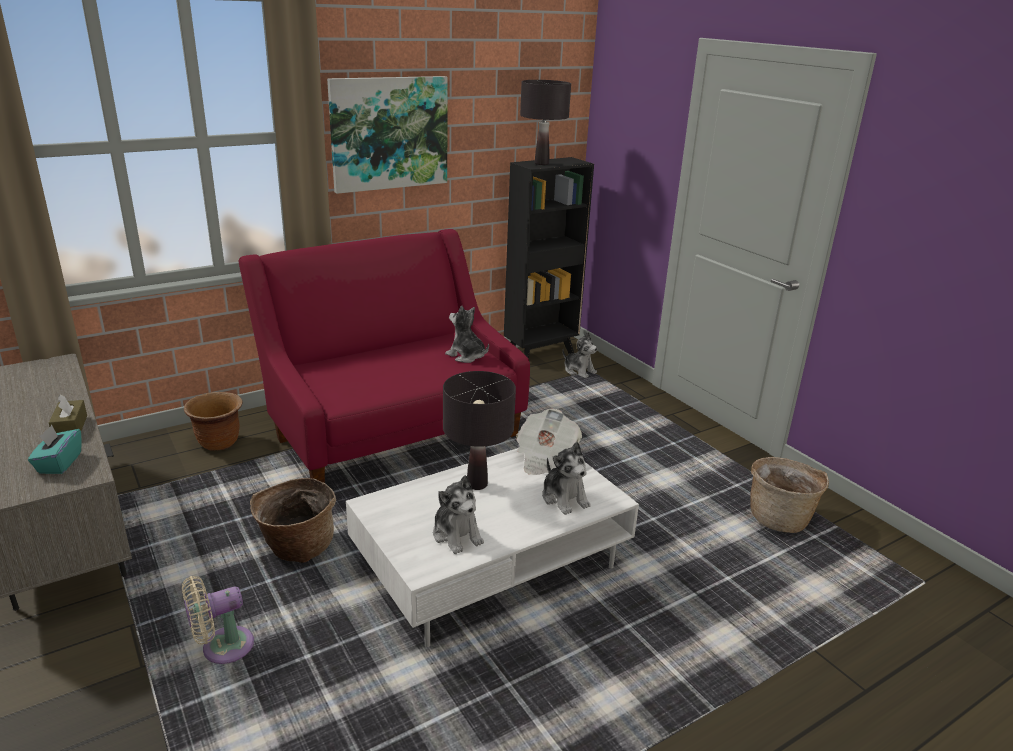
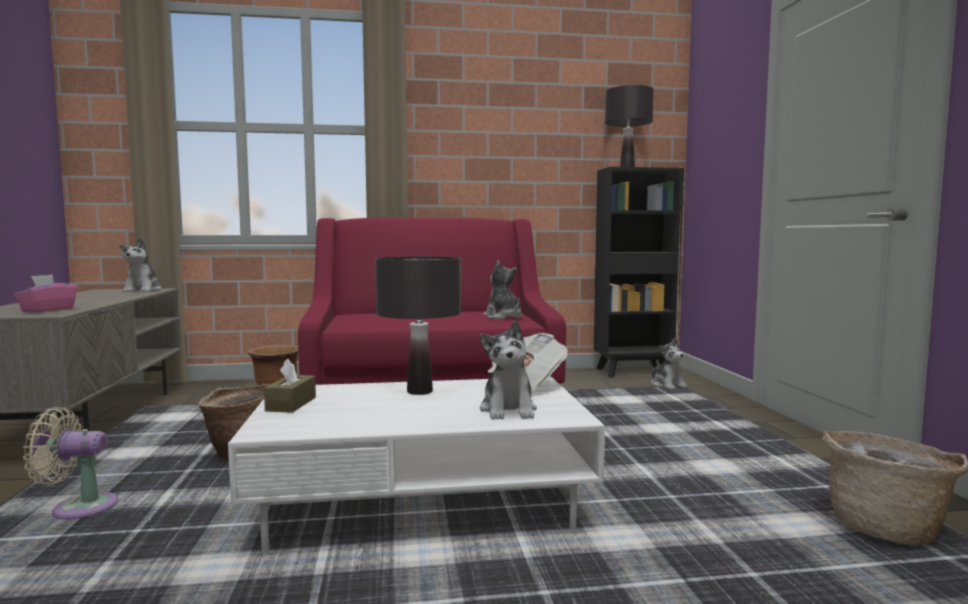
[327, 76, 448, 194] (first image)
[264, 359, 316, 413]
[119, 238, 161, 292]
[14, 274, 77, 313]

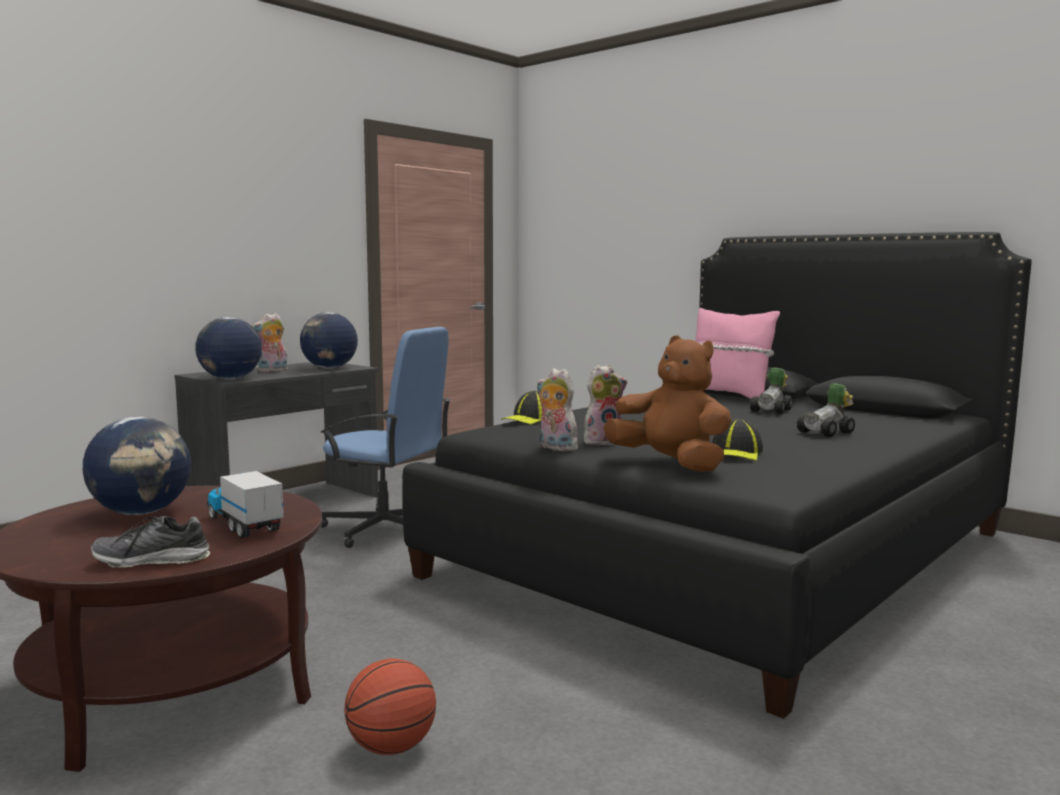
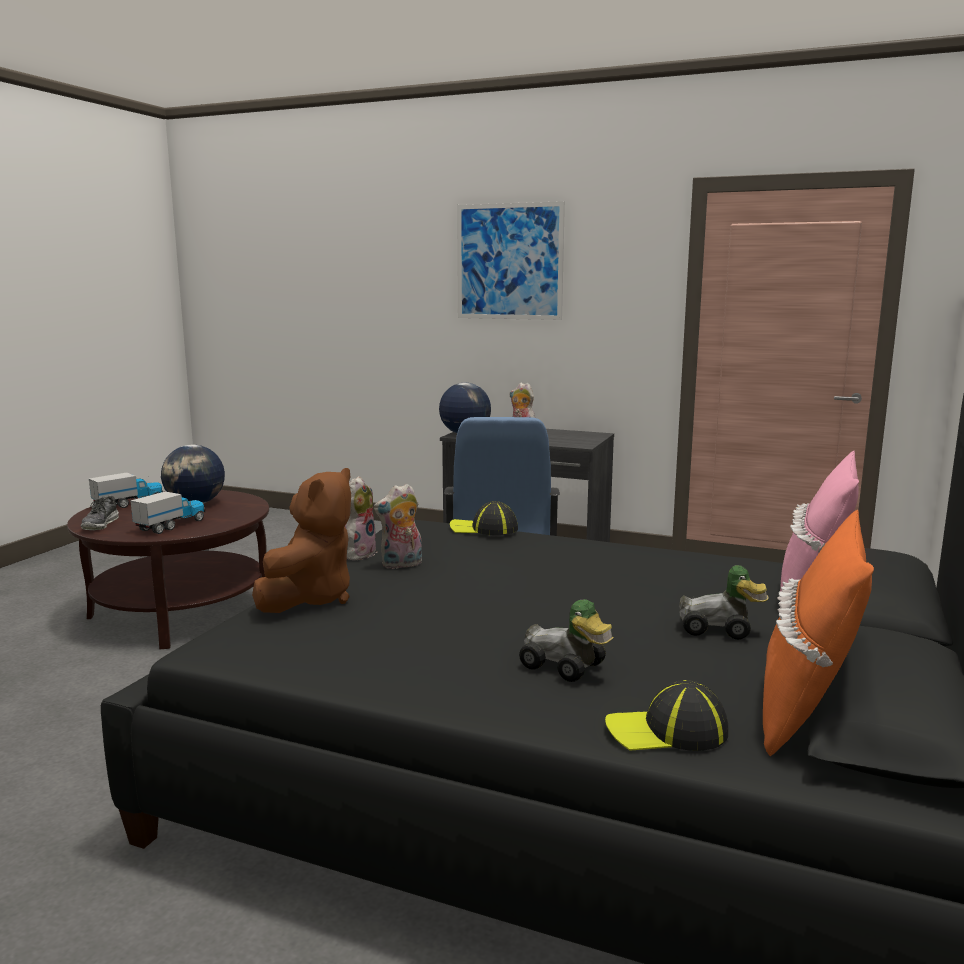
[300, 312, 358, 369] (first image)
[344, 658, 436, 755] (first image)
[89, 473, 164, 508]
[457, 201, 565, 320]
[763, 510, 874, 756]
[605, 680, 728, 751]
[81, 496, 119, 530]
[373, 484, 422, 569]

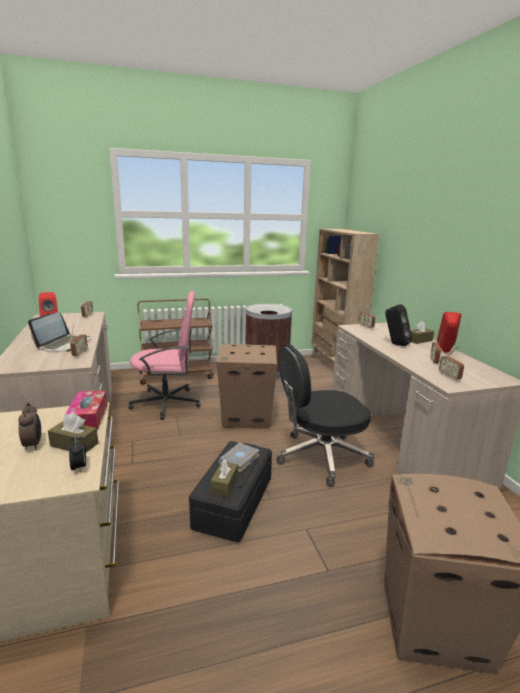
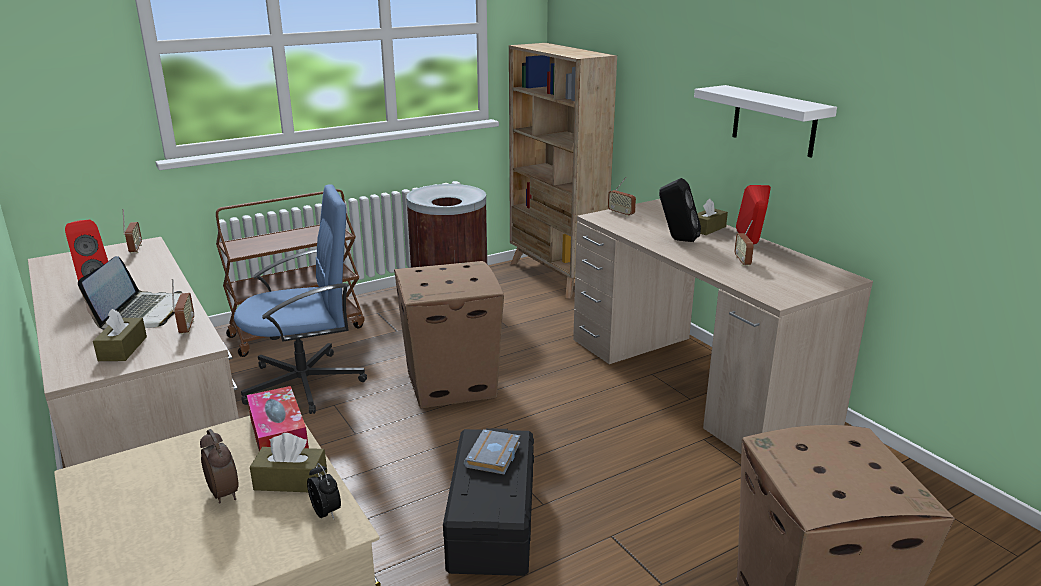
[277, 344, 374, 487] (first image)
[439, 346, 464, 381] (first image)
[694, 85, 837, 157]
[93, 309, 147, 361]
[234, 184, 367, 414]

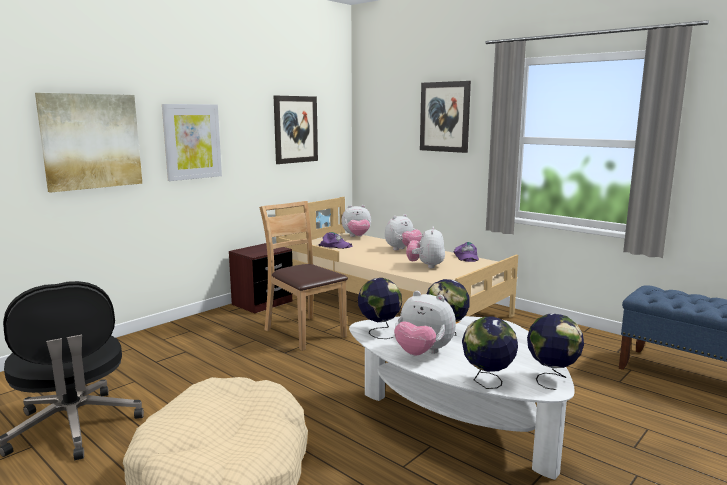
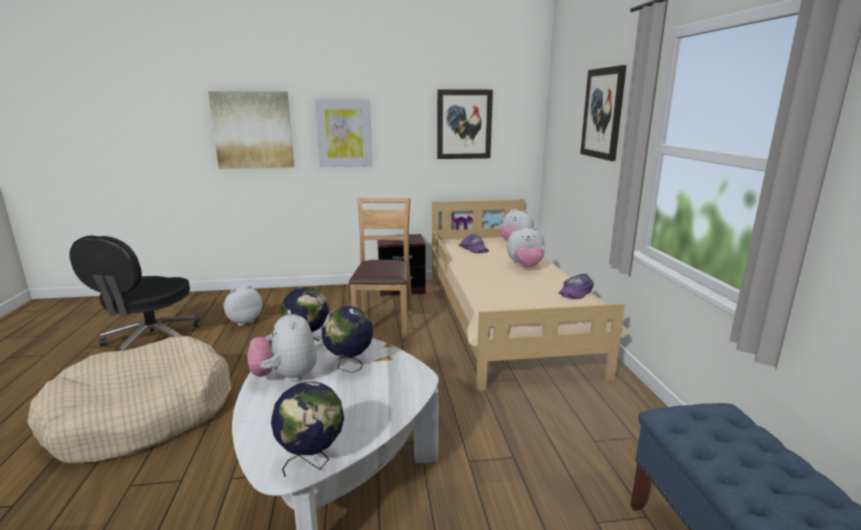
[462, 316, 518, 389] (first image)
[223, 285, 262, 326]

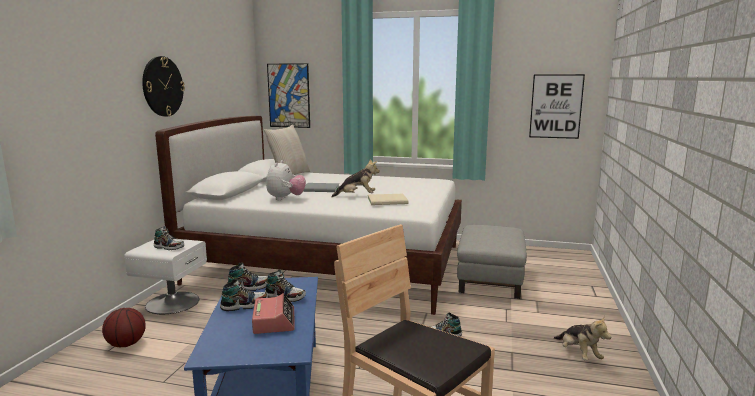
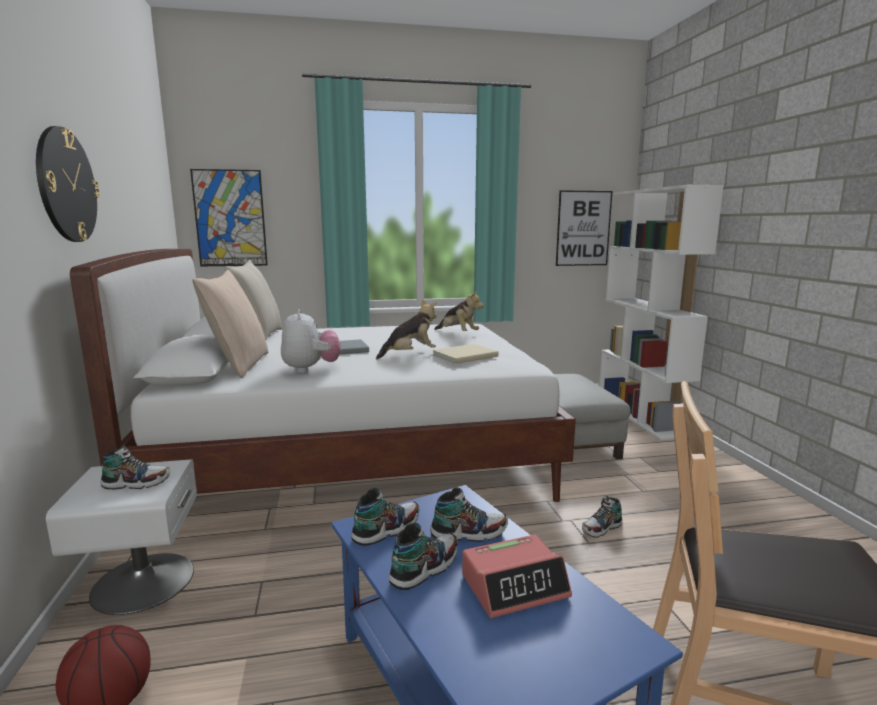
[192, 270, 268, 378]
[599, 185, 724, 440]
[434, 292, 484, 331]
[462, 535, 572, 618]

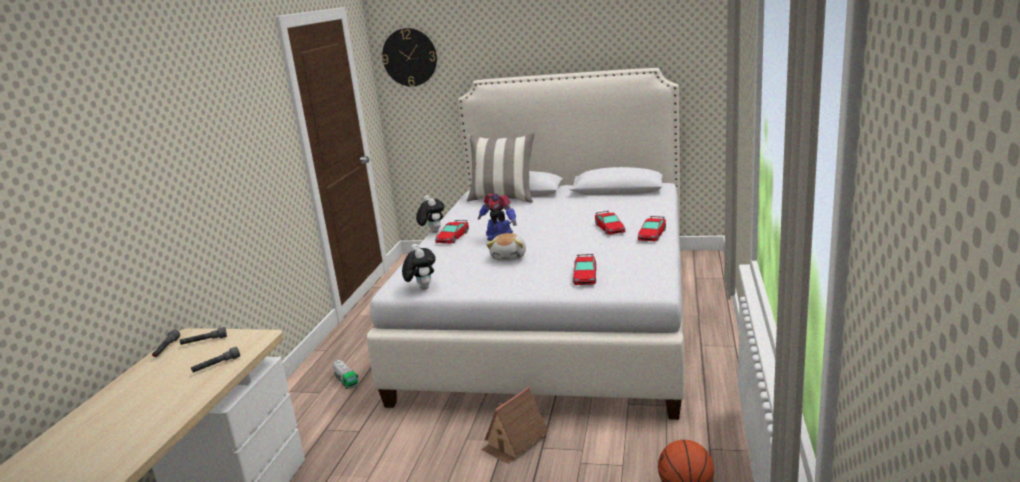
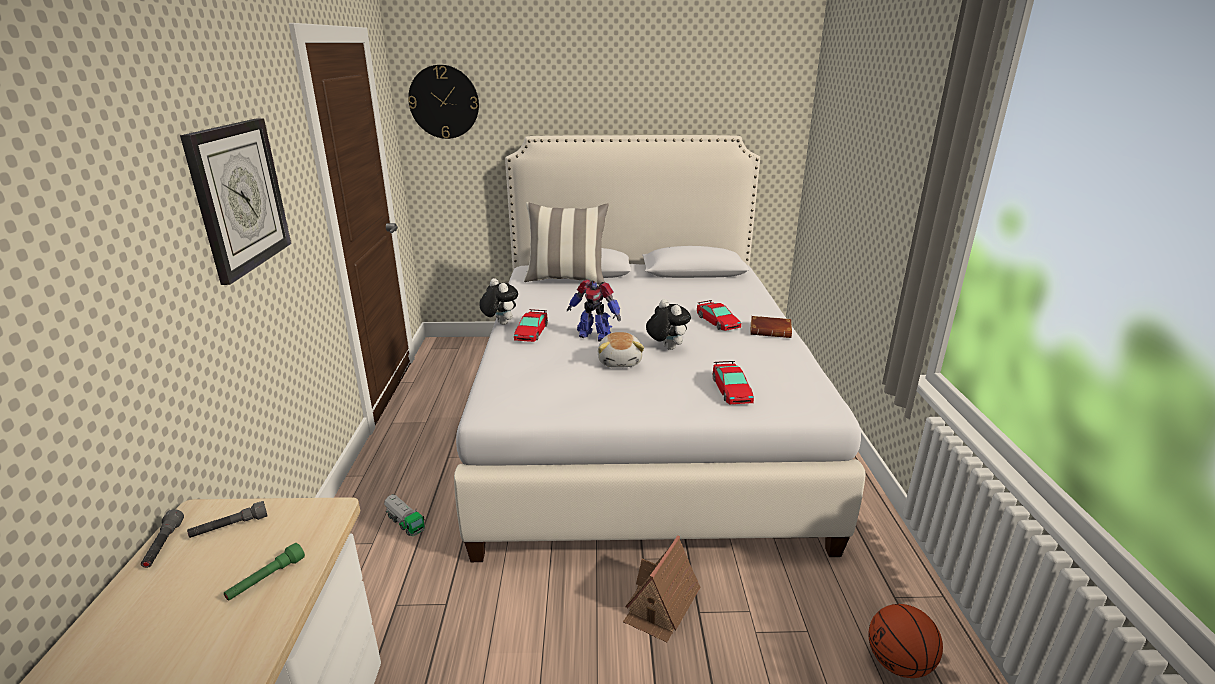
[180, 118, 291, 285]
[646, 299, 691, 350]
[750, 316, 792, 338]
[224, 543, 305, 601]

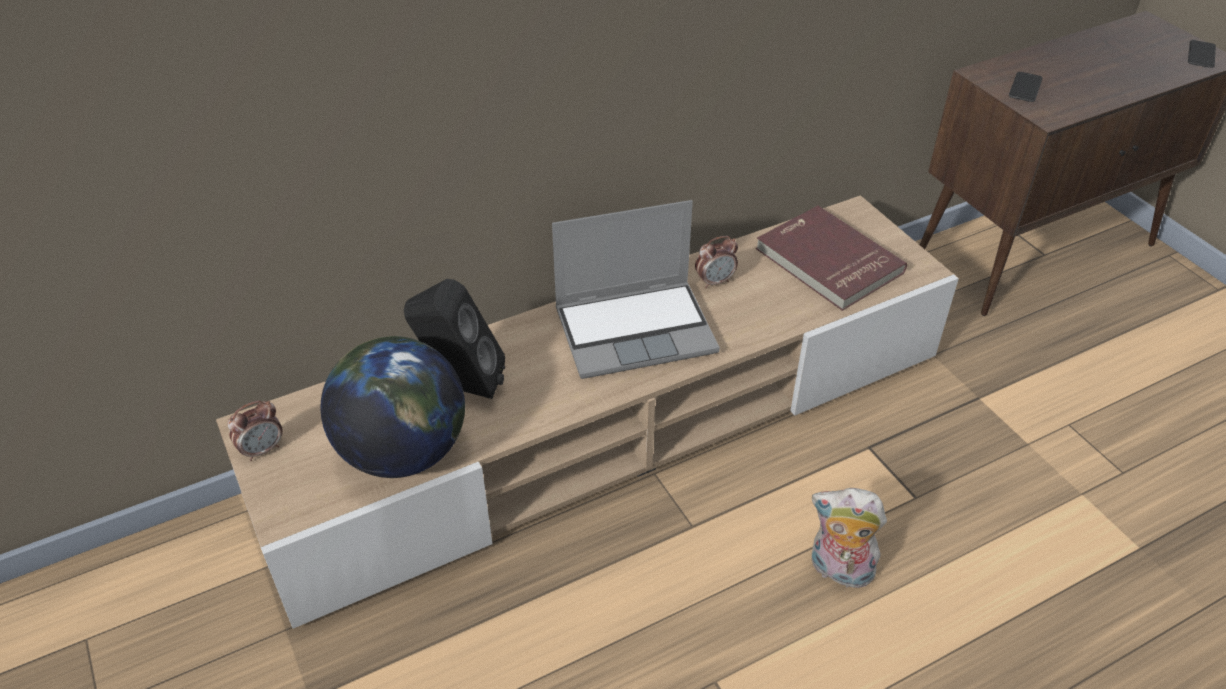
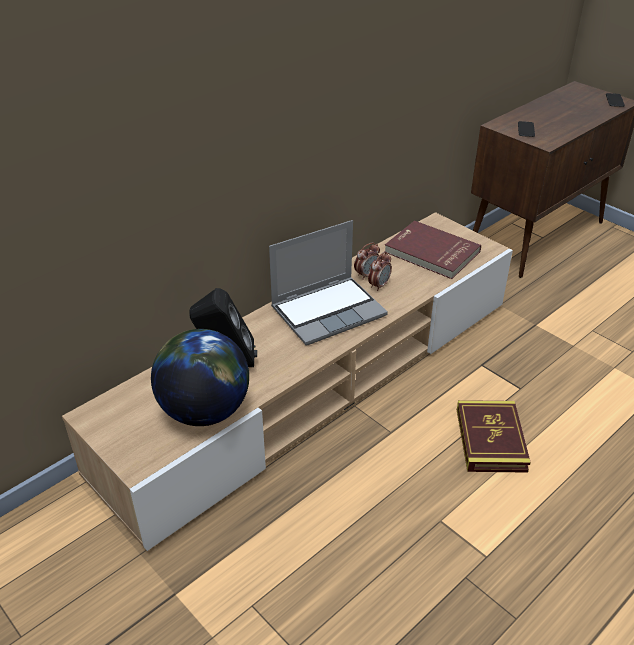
[368, 252, 392, 291]
[457, 400, 531, 473]

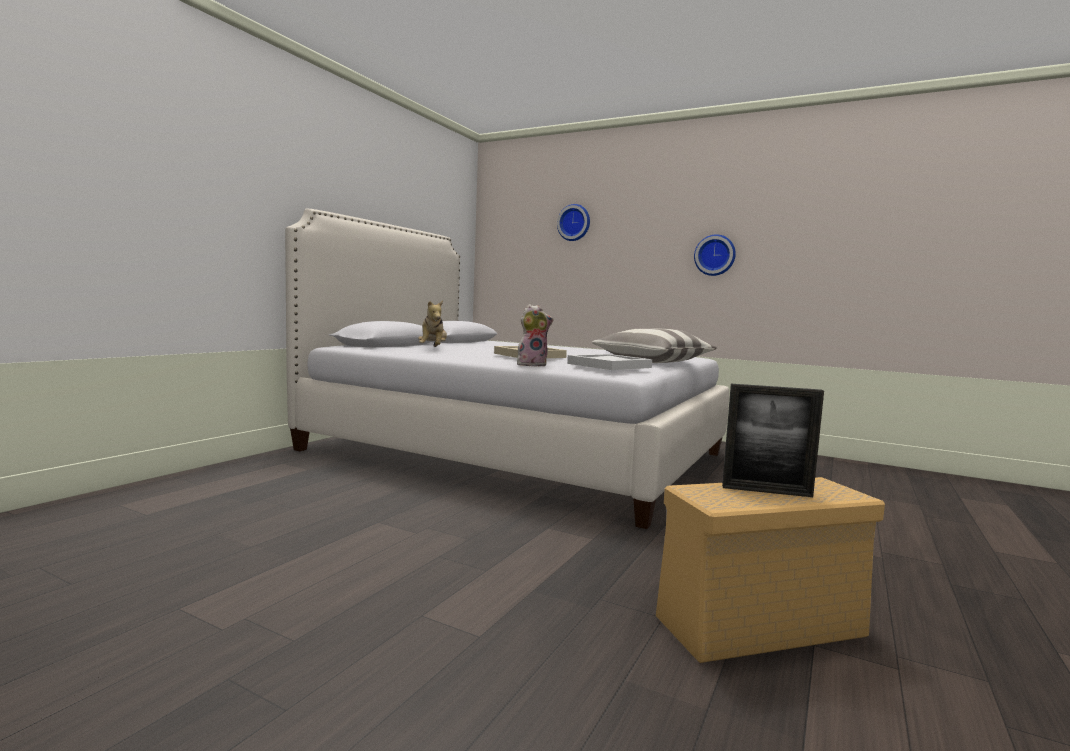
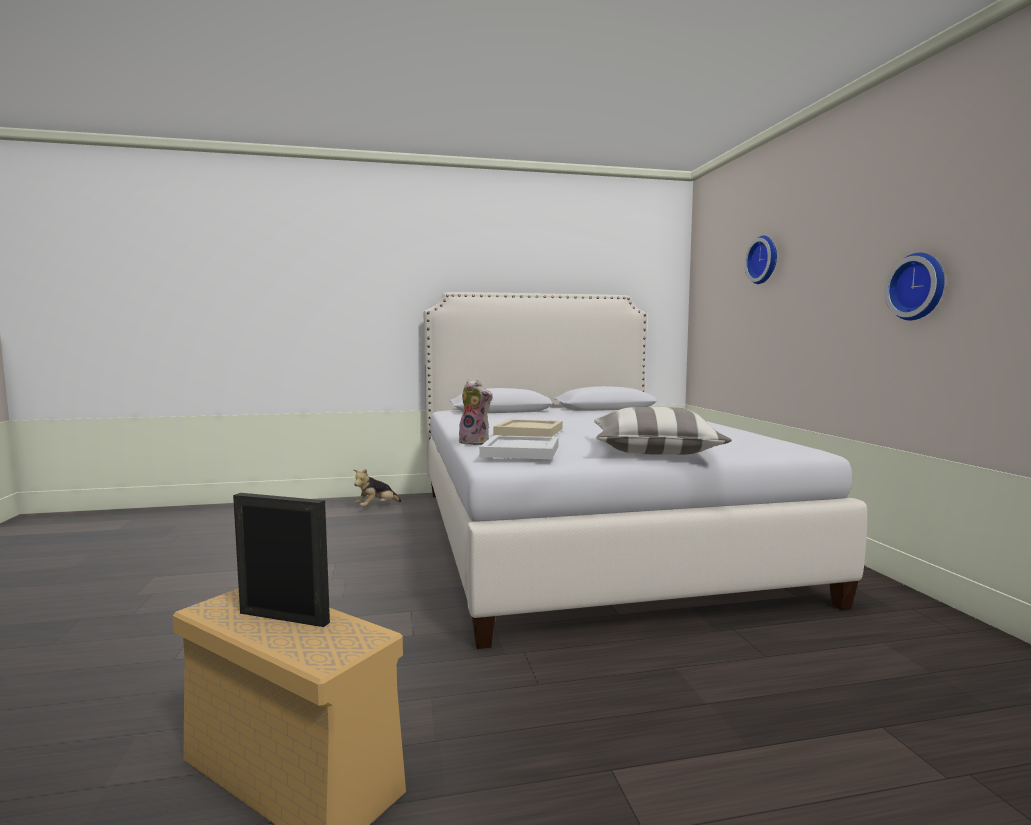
[354, 469, 401, 507]
[233, 493, 330, 627]

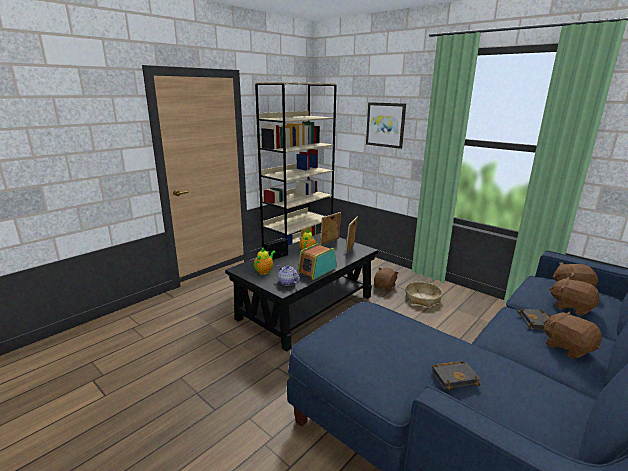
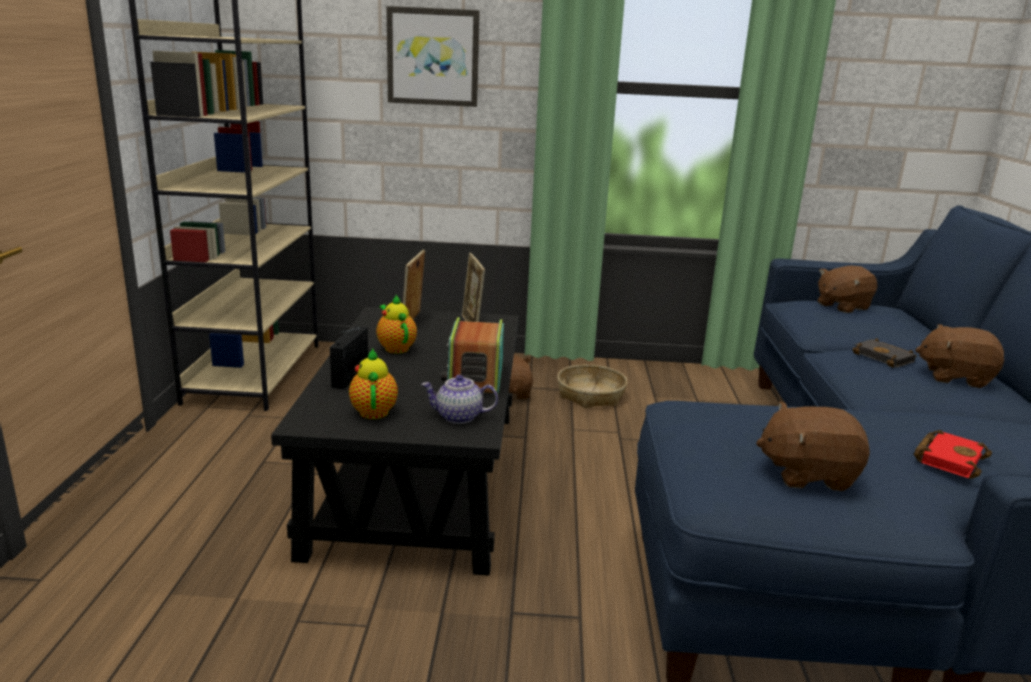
[756, 402, 870, 491]
[914, 430, 992, 479]

